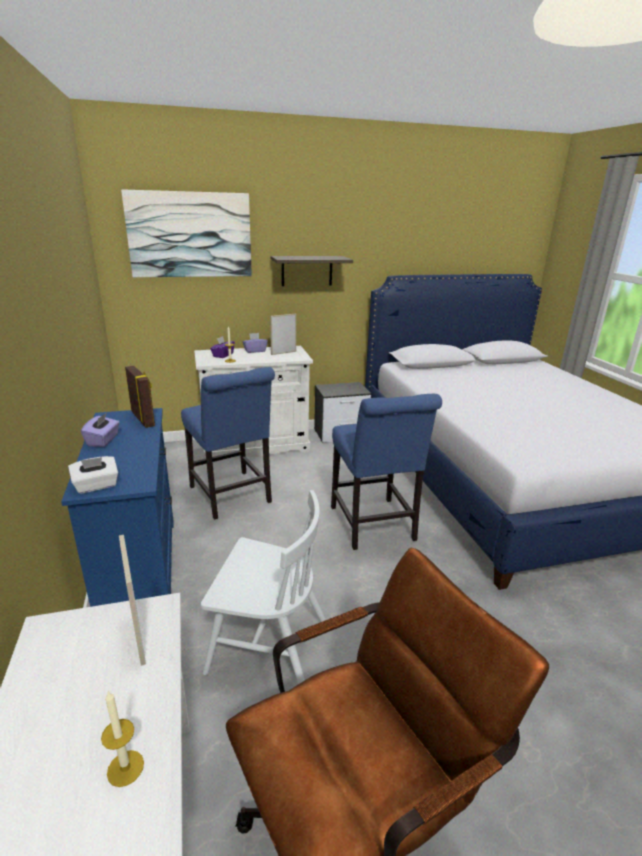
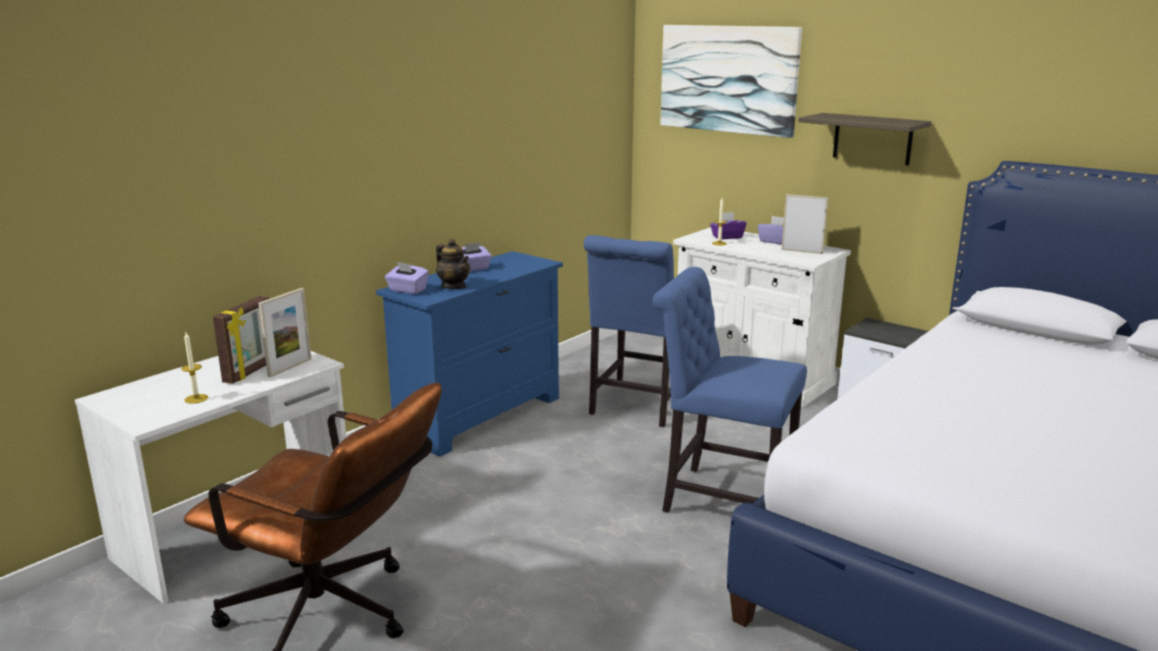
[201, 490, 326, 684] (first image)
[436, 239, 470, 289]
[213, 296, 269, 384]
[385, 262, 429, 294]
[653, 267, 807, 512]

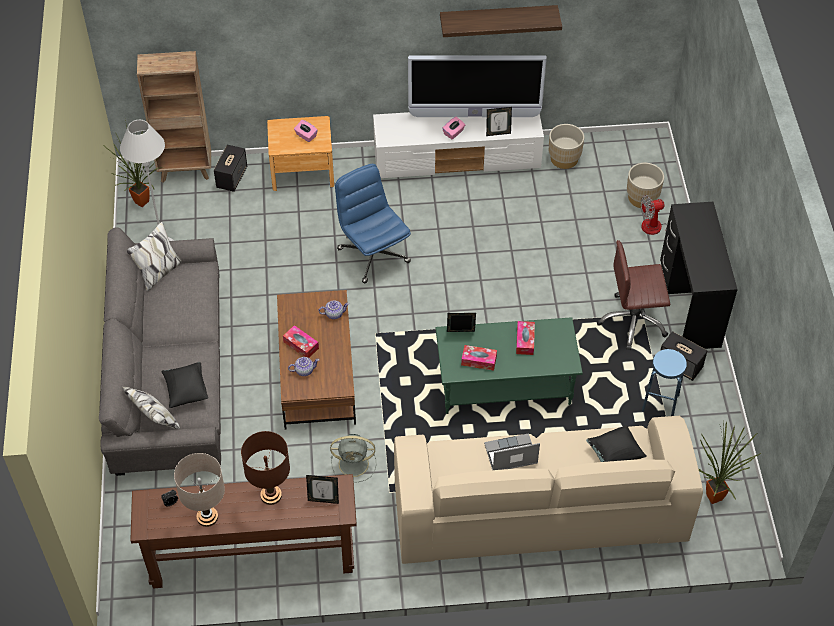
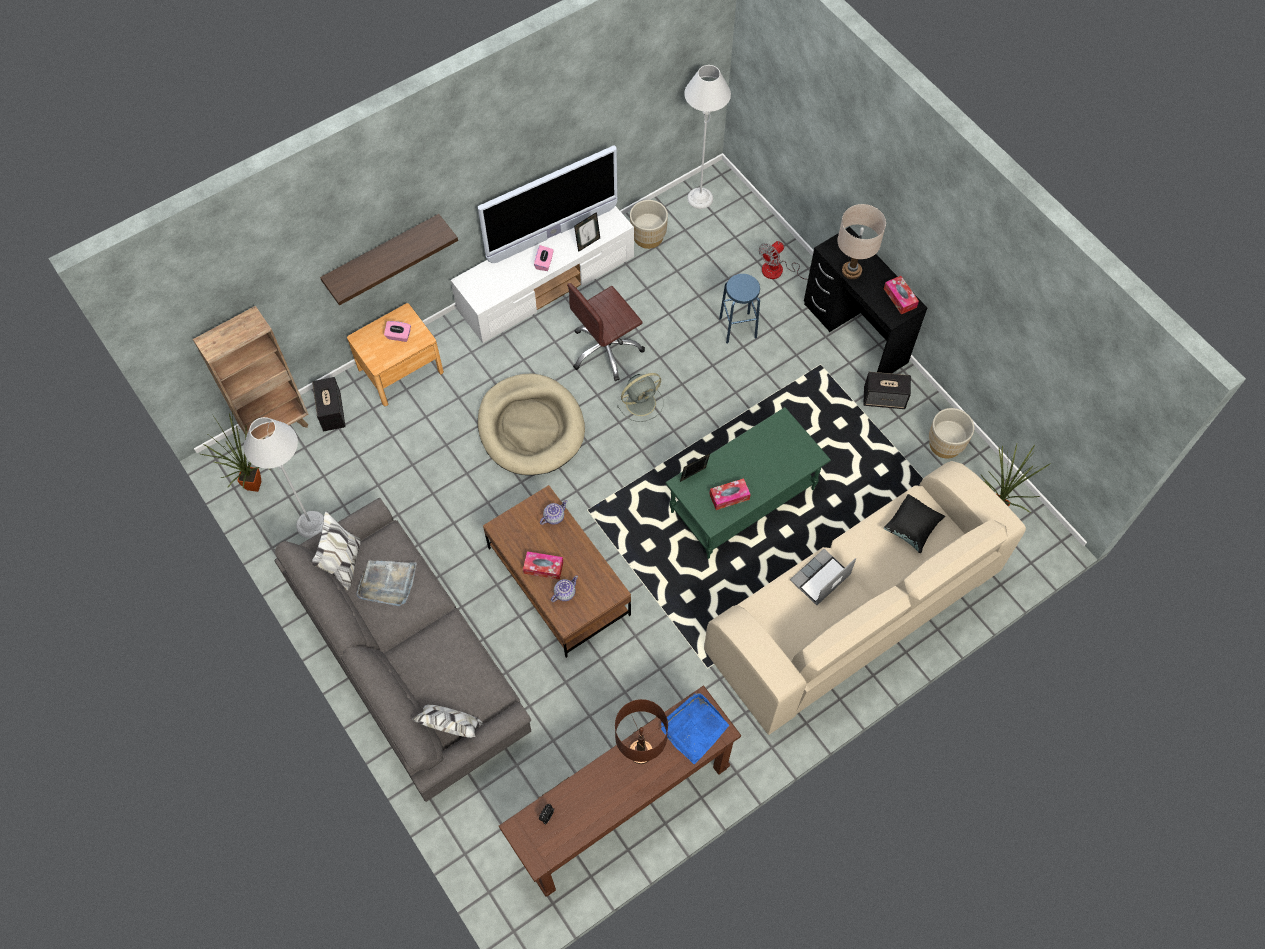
[161, 362, 208, 408] (first image)
[356, 561, 417, 606]
[684, 65, 731, 209]
[838, 204, 886, 279]
[617, 373, 664, 422]
[320, 214, 458, 306]
[884, 276, 919, 314]
[567, 283, 645, 381]
[929, 408, 974, 459]
[719, 274, 760, 344]
[661, 693, 729, 764]
[478, 374, 585, 475]

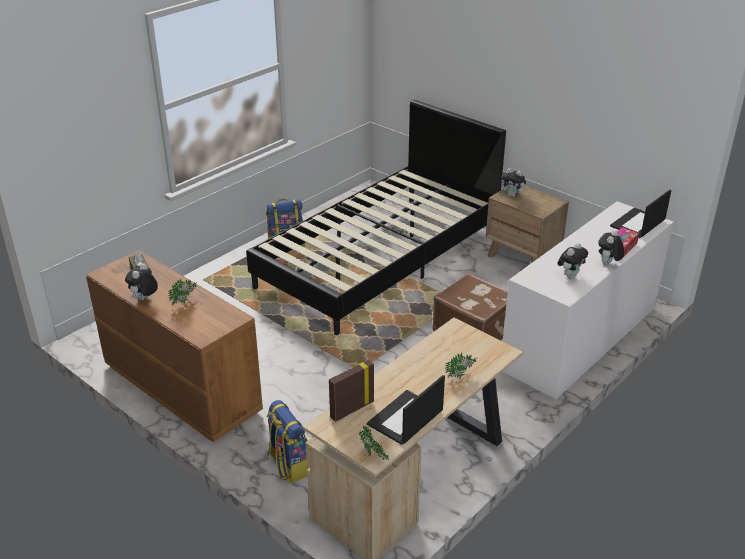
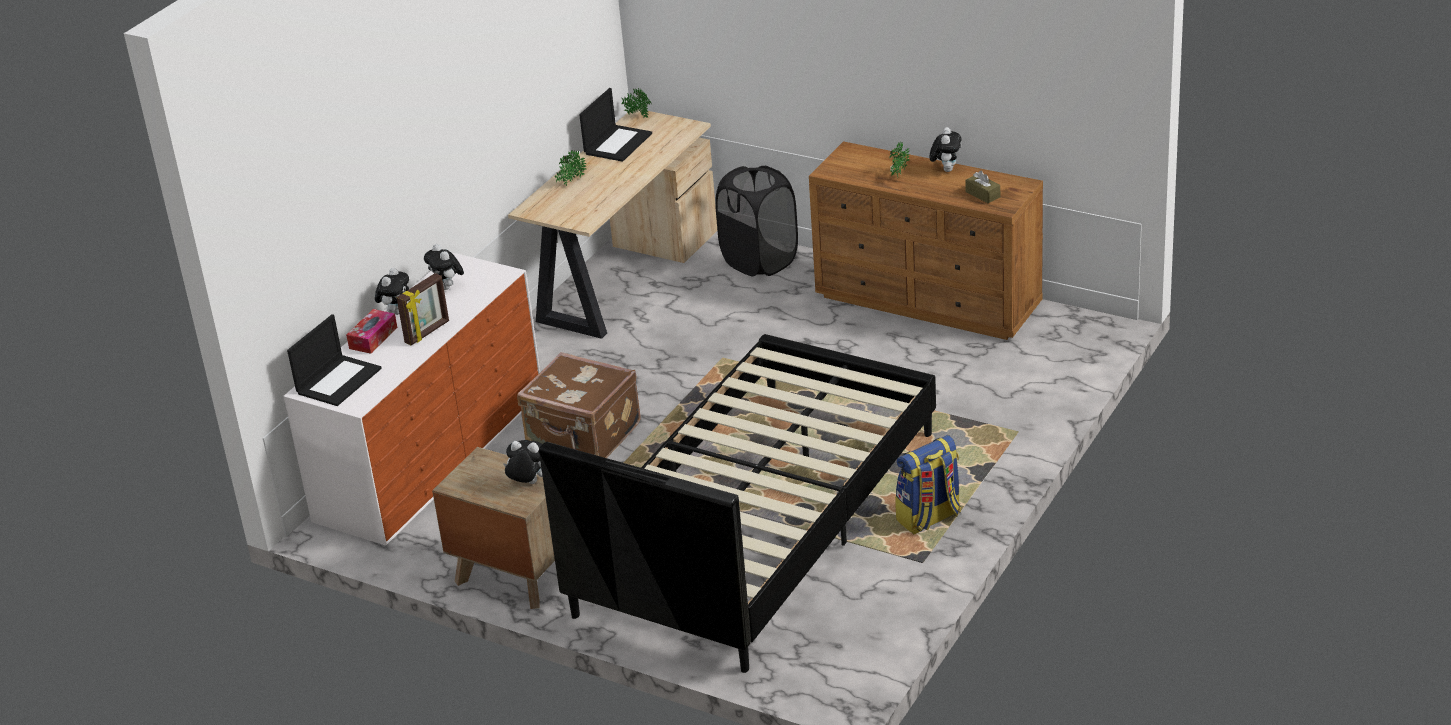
[396, 273, 449, 345]
[715, 166, 798, 276]
[424, 244, 464, 290]

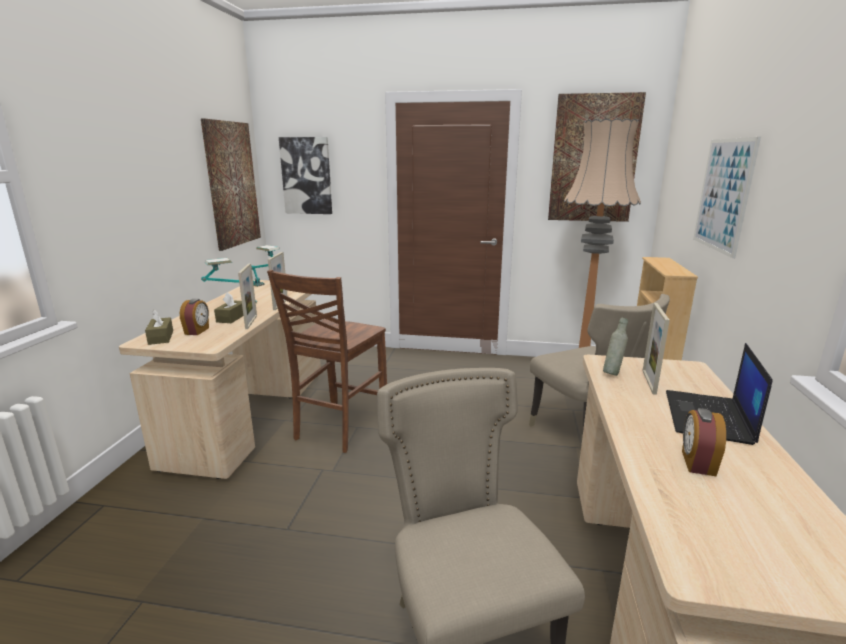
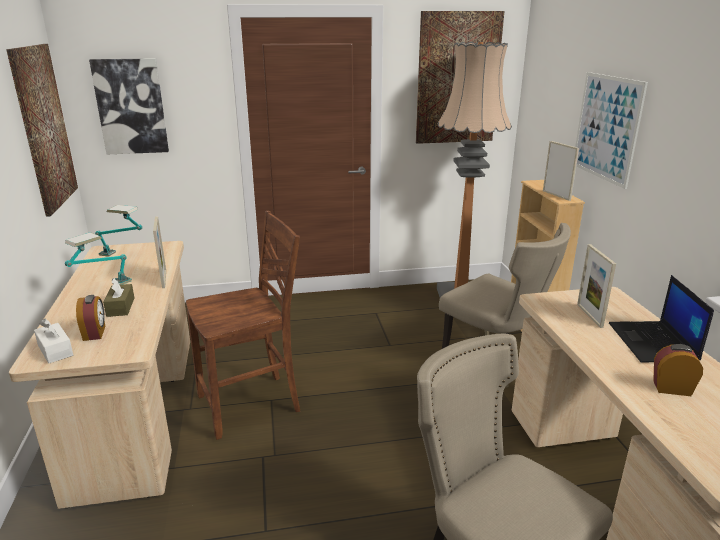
[603, 317, 628, 376] (first image)
[543, 141, 579, 201]
[34, 318, 73, 364]
[186, 211, 300, 440]
[653, 344, 703, 396]

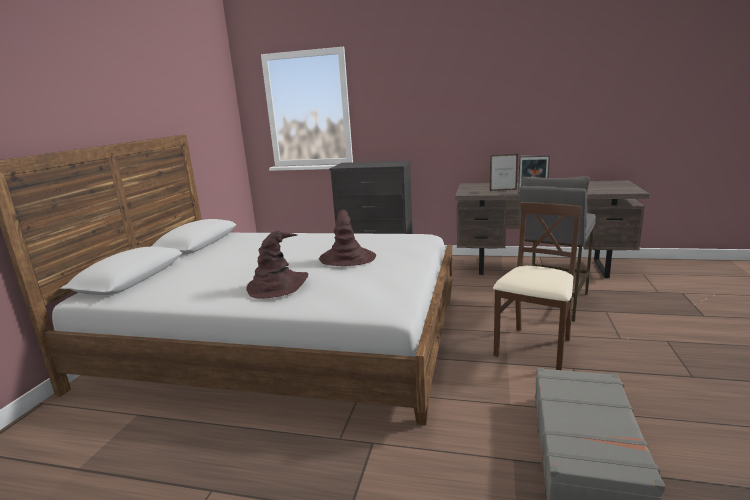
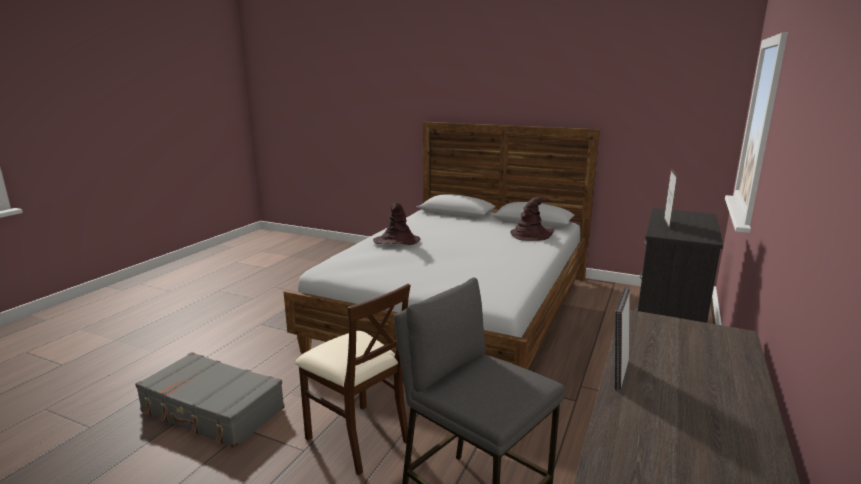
[510, 197, 554, 241]
[664, 169, 677, 230]

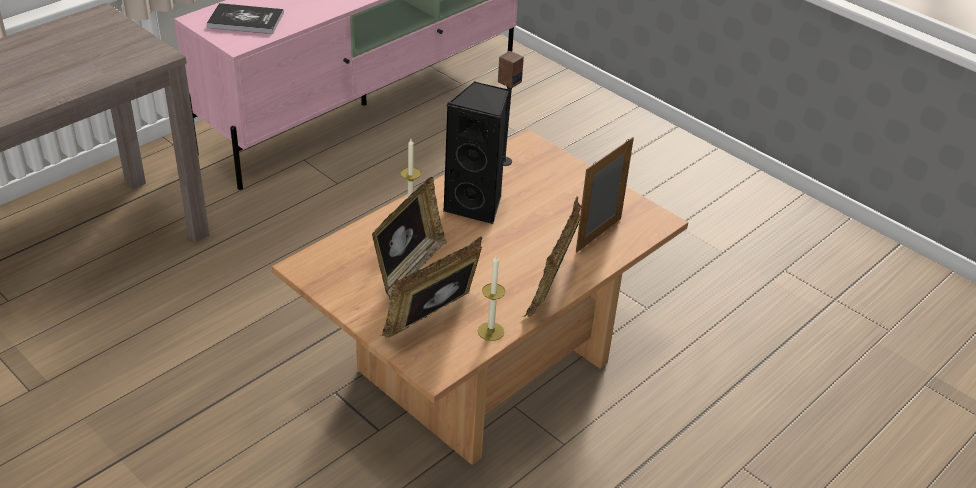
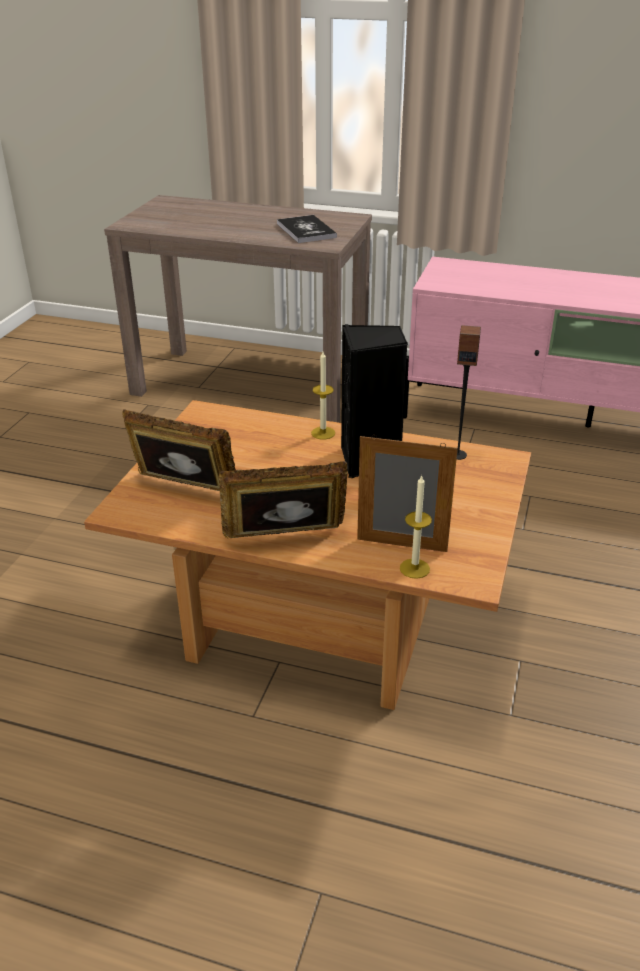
[372, 177, 447, 300] (first image)
[277, 215, 337, 243]
[400, 475, 432, 579]

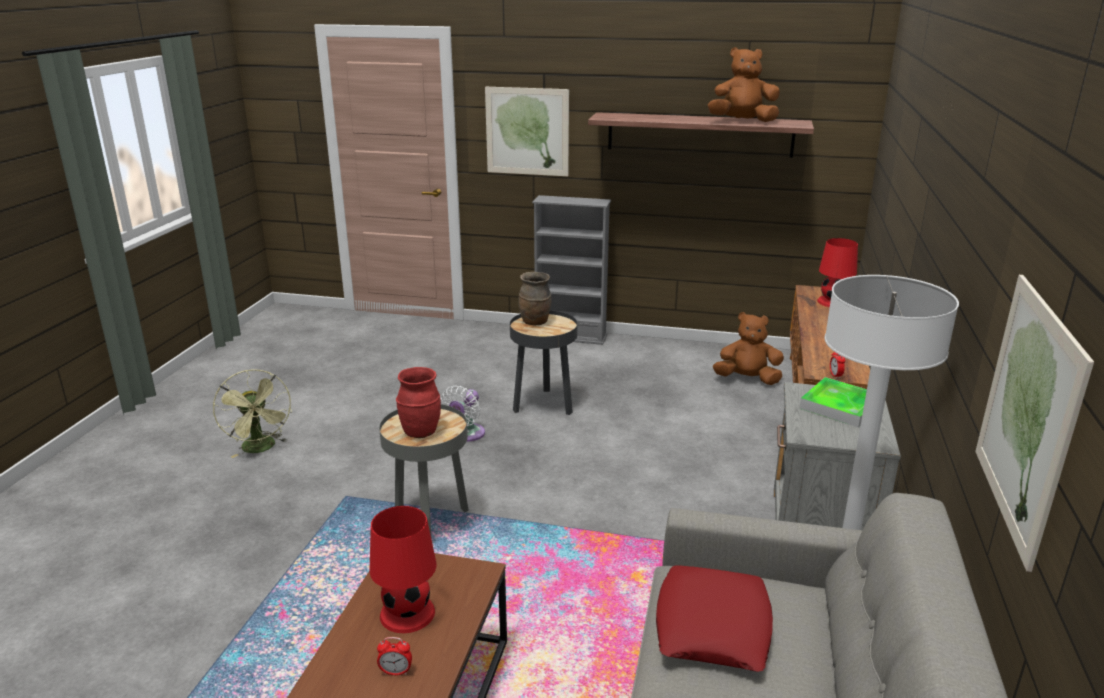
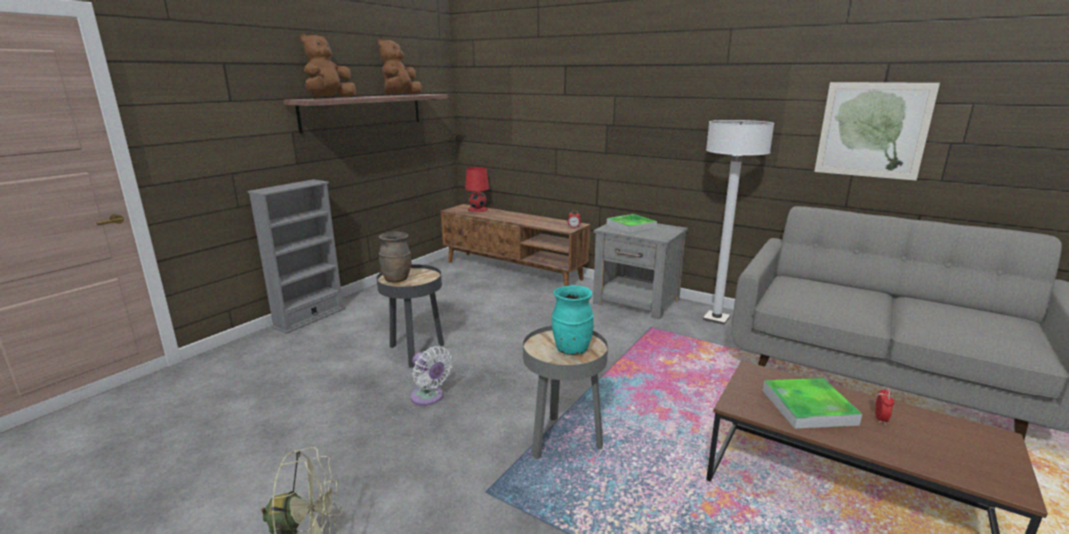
[485, 87, 569, 176] (first image)
[656, 565, 773, 672] (first image)
[300, 34, 356, 98]
[763, 378, 862, 429]
[552, 285, 594, 355]

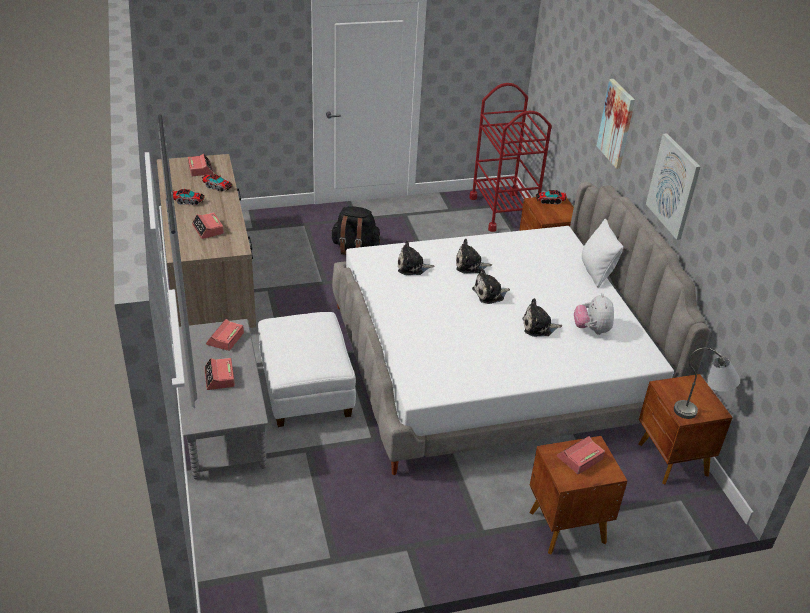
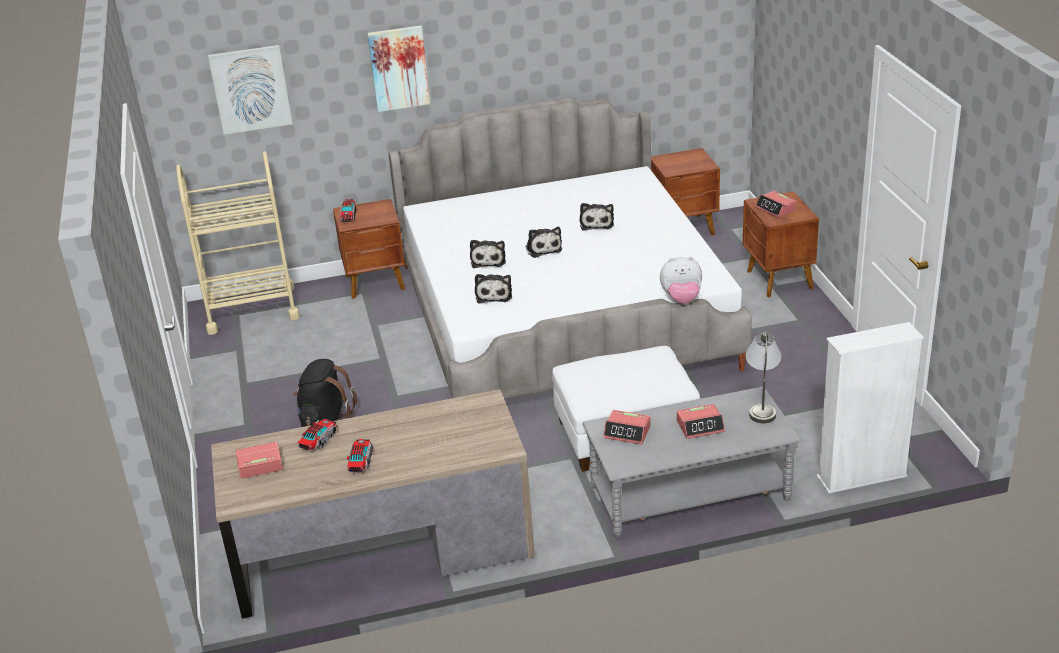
[192, 213, 224, 239] (first image)
[581, 219, 623, 288] (first image)
[817, 322, 924, 494]
[660, 256, 702, 304]
[208, 45, 292, 135]
[746, 332, 781, 423]
[176, 151, 300, 335]

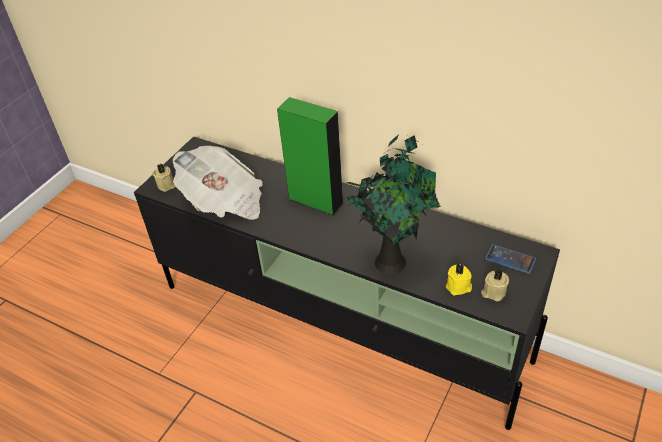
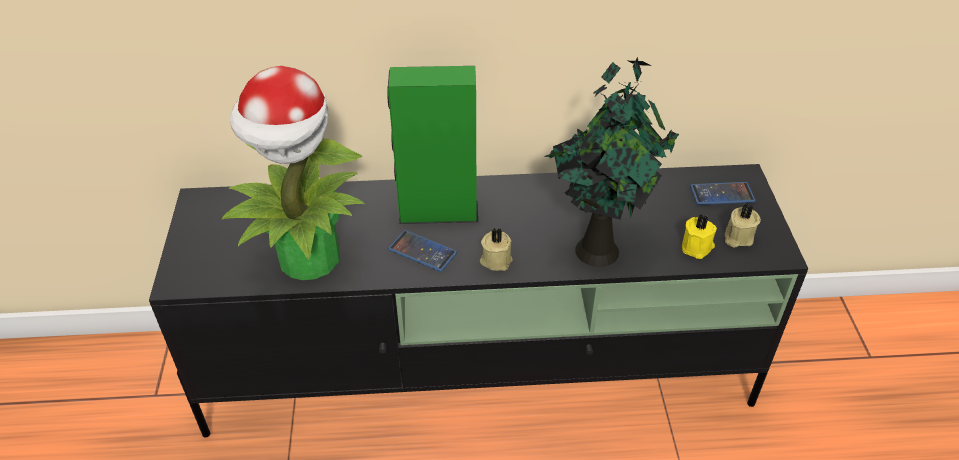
[388, 230, 457, 272]
[480, 228, 513, 271]
[222, 66, 364, 280]

